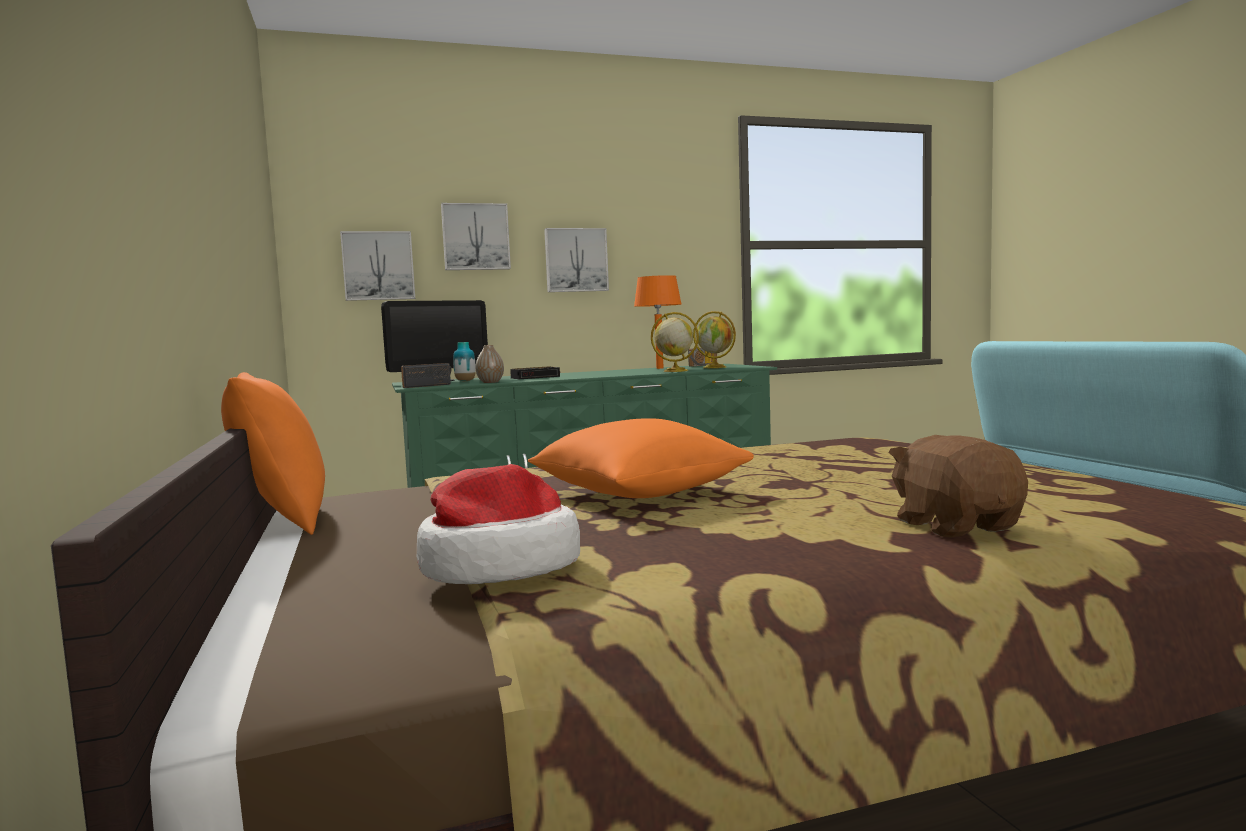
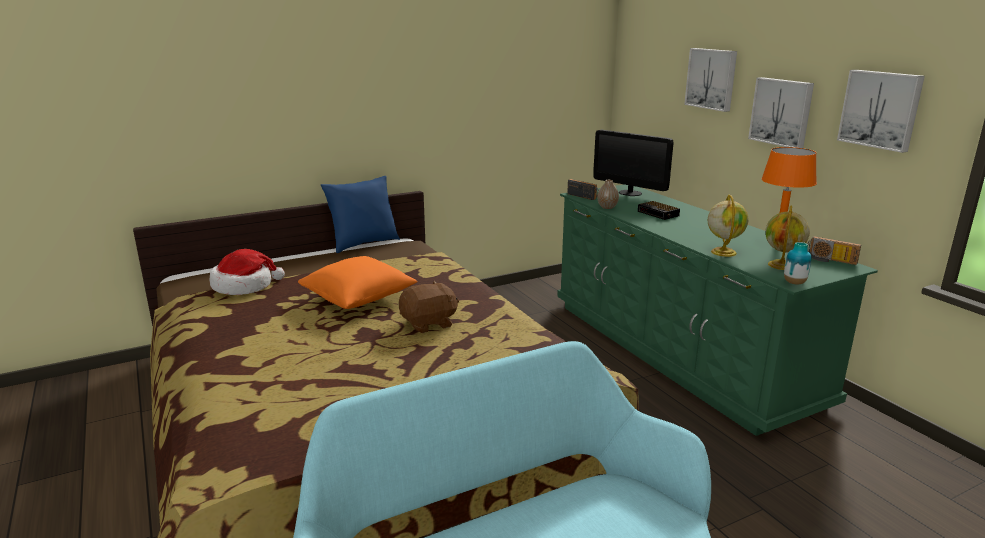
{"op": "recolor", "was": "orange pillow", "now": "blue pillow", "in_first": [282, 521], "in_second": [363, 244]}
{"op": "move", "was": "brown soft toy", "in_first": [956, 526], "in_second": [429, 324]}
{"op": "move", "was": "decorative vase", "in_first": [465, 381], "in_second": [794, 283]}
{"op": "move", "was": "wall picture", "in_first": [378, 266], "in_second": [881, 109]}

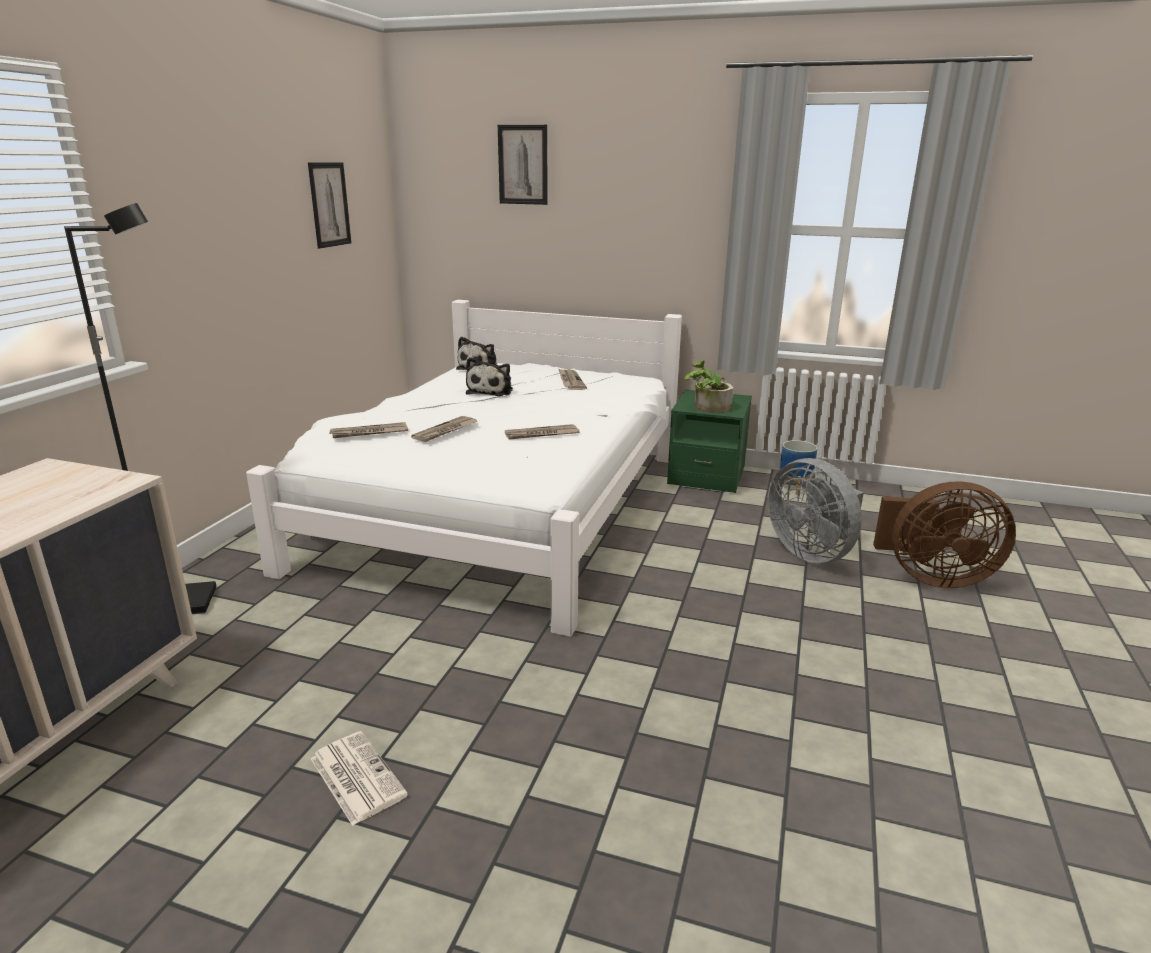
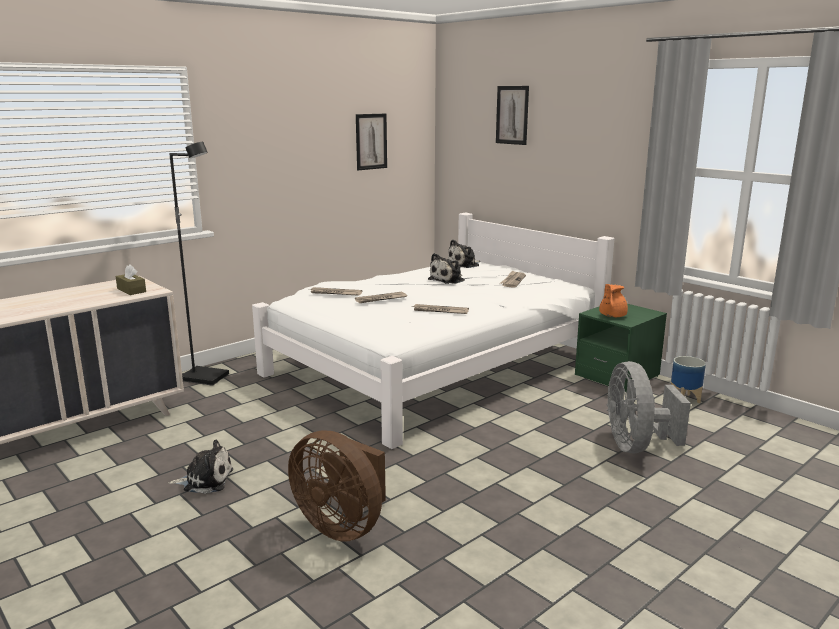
{"op": "insert", "now": "brown box of tissues", "in_second": [131, 290]}
{"op": "replace", "was": "newspaper", "now": "soft toy", "in_first": [356, 776], "in_second": [205, 480]}
{"op": "move", "was": "brown electric fan", "in_first": [932, 577], "in_second": [342, 526]}
{"op": "replace", "was": "plant in a pot", "now": "orange tea pot", "in_first": [707, 407], "in_second": [611, 315]}

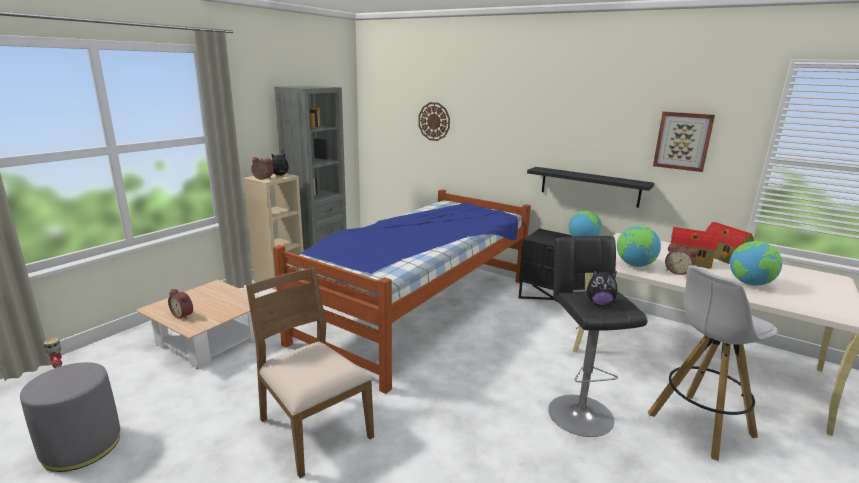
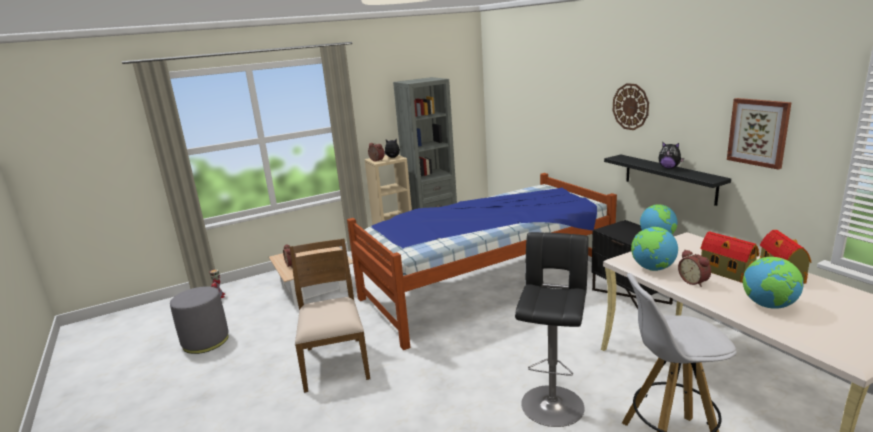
{"op": "move", "was": "hanging clock", "in_first": [434, 121], "in_second": [630, 106]}
{"op": "move", "was": "soft toy", "in_first": [599, 303], "in_second": [669, 168]}

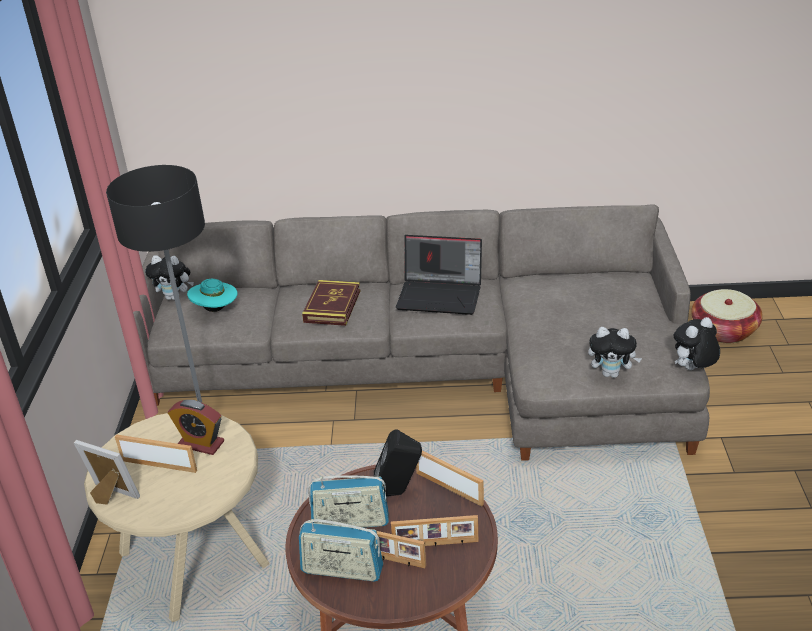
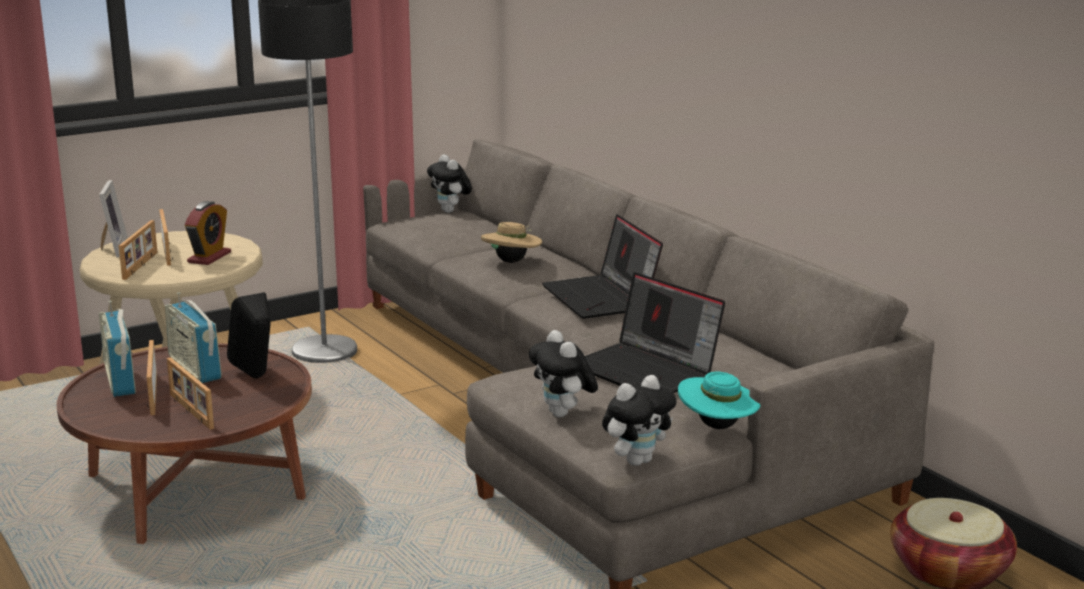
{"op": "move", "was": "standing frame", "in_first": [450, 487], "in_second": [141, 265]}
{"op": "rotate", "was": "bedside clock", "in_first": [201, 444], "in_second": [209, 257], "clockwise": -150}
{"op": "replace", "was": "volume", "now": "beige-coloured clothing hat", "in_first": [332, 306], "in_second": [511, 262]}
{"op": "insert", "now": "portable computer", "in_second": [647, 371]}
{"op": "rotate", "was": "soft toy", "in_first": [693, 370], "in_second": [637, 460], "clockwise": 120}
{"op": "move", "was": "turquoise clothing hat", "in_first": [215, 309], "in_second": [717, 427]}

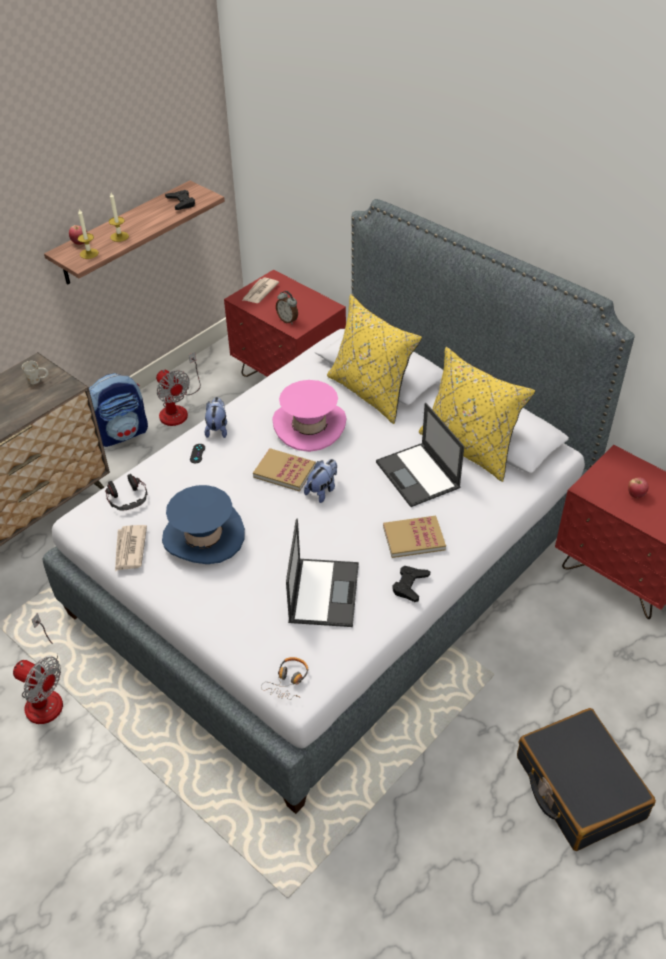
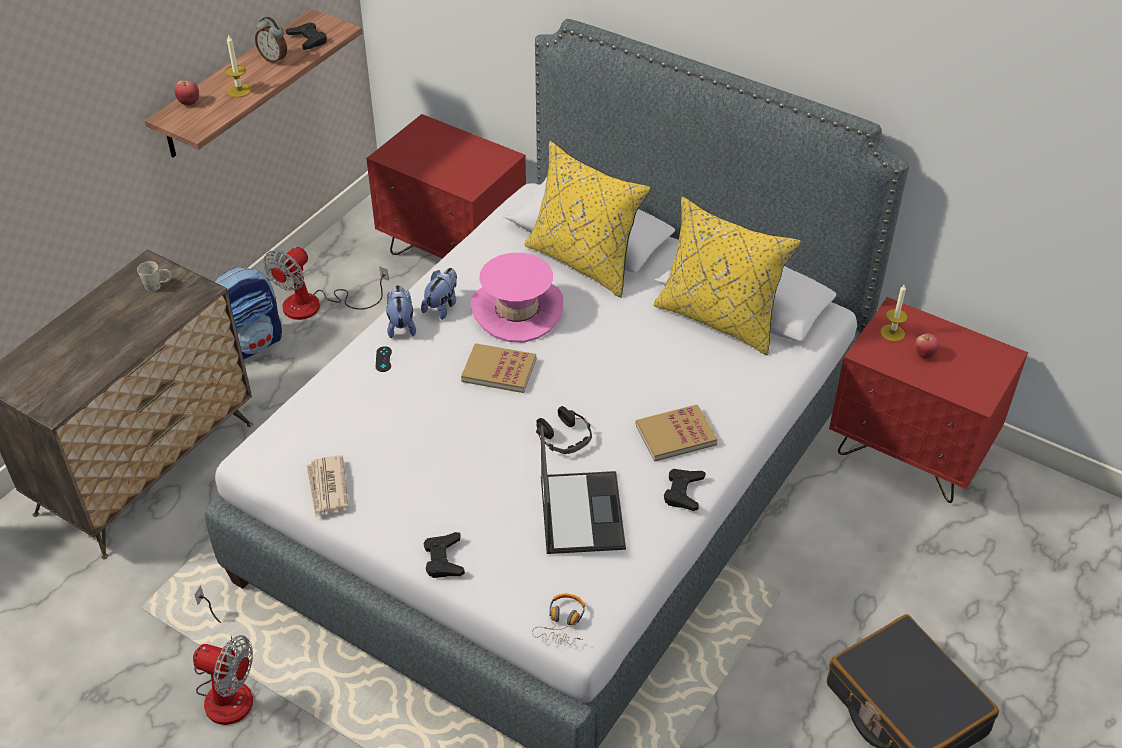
{"op": "move", "was": "bedside clock", "in_first": [288, 320], "in_second": [274, 59]}
{"op": "rotate", "was": "electric fan", "in_first": [177, 409], "in_second": [316, 305], "clockwise": 75}
{"op": "move", "was": "soft toy", "in_first": [322, 490], "in_second": [442, 306]}
{"op": "insert", "now": "blackish joypad", "in_second": [444, 559]}
{"op": "move", "was": "headphones", "in_first": [128, 497], "in_second": [564, 437]}
{"op": "move", "was": "candle", "in_first": [89, 253], "in_second": [892, 333]}
{"op": "delete", "was": "blue clothing hat", "in_first": [203, 536]}
{"op": "delete", "was": "newspaper", "in_first": [259, 292]}
{"op": "delete", "was": "portable computer", "in_first": [418, 475]}

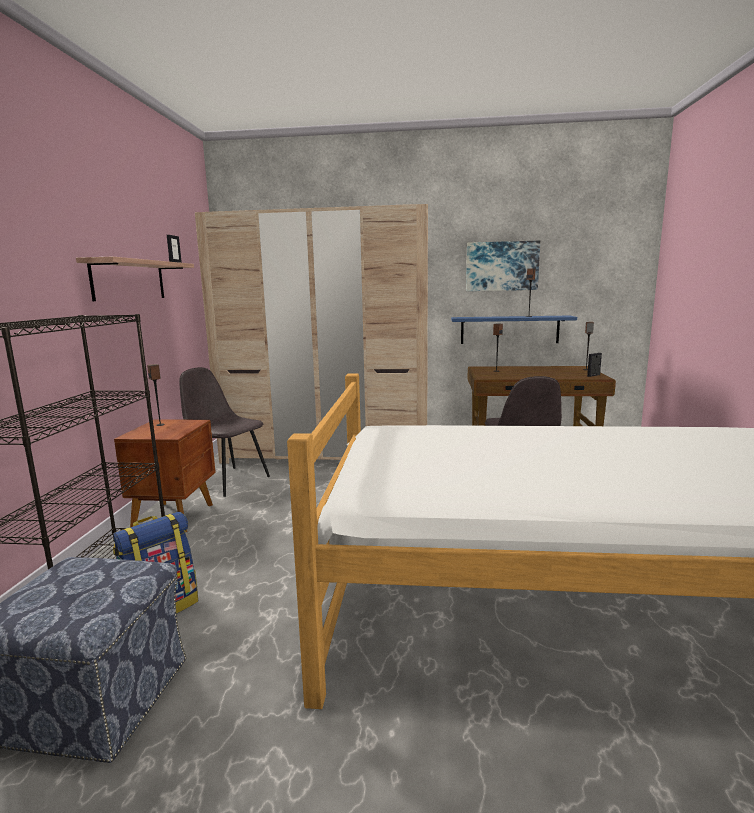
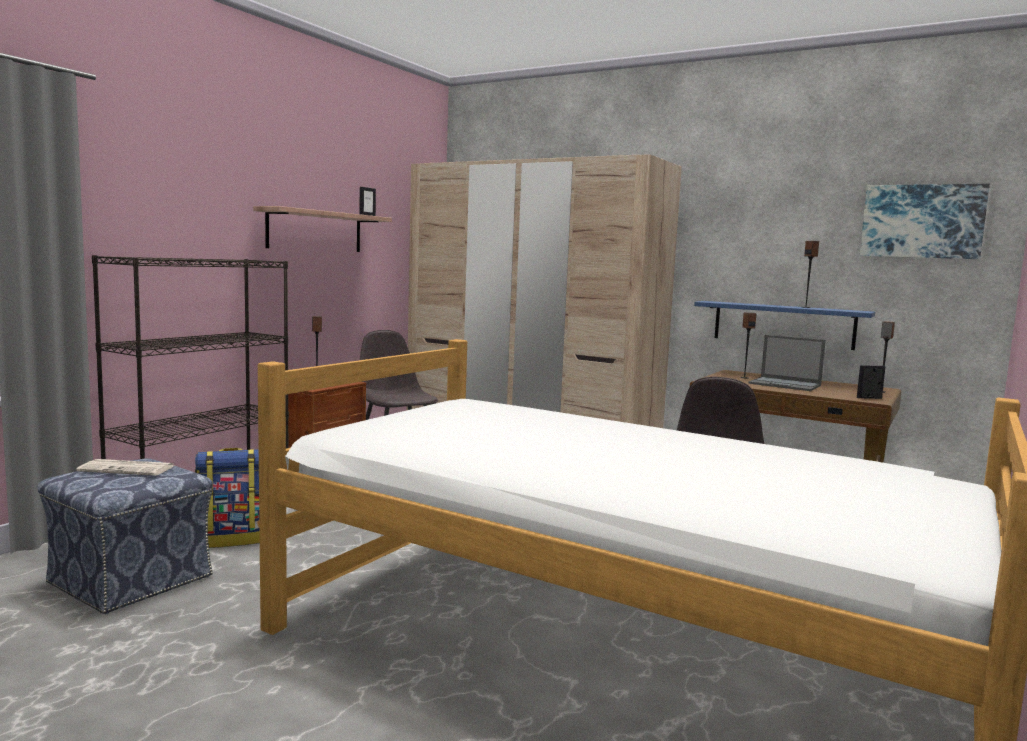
{"op": "insert", "now": "newspaper", "in_second": [128, 469]}
{"op": "insert", "now": "portable computer", "in_second": [785, 384]}
{"op": "move", "was": "wall picture", "in_first": [502, 266], "in_second": [922, 221]}

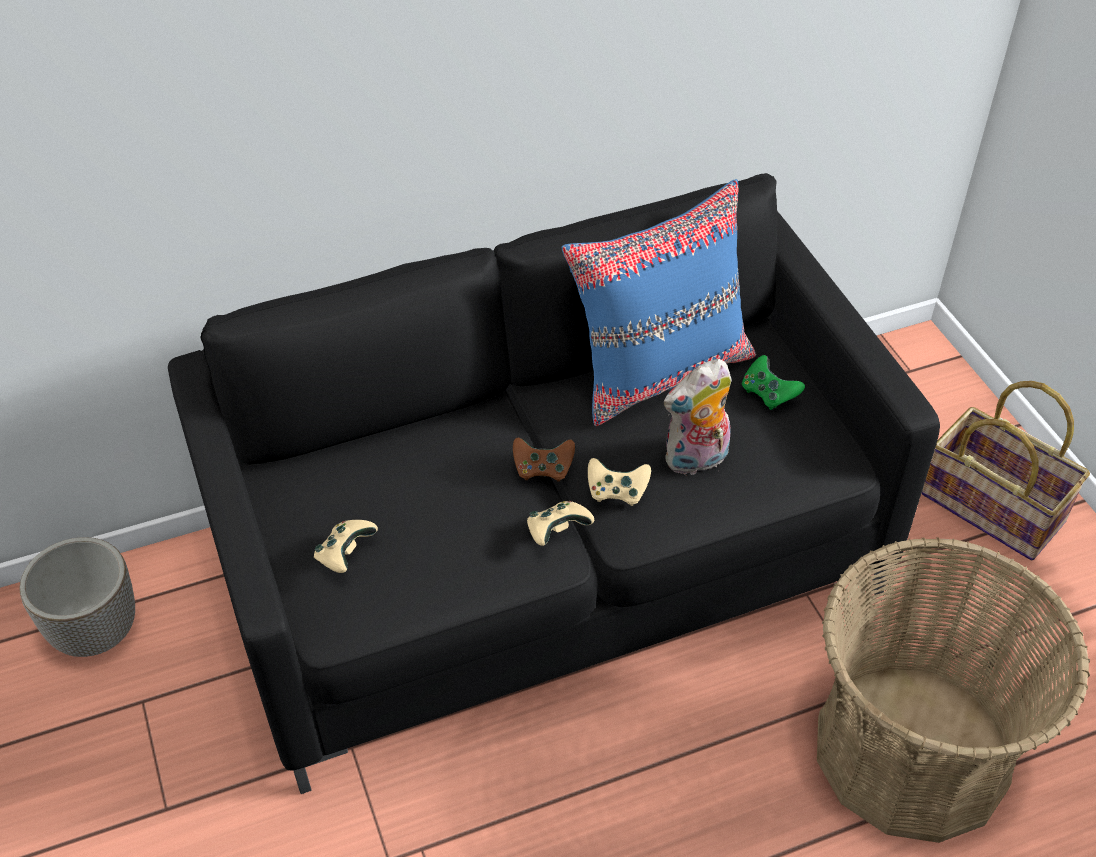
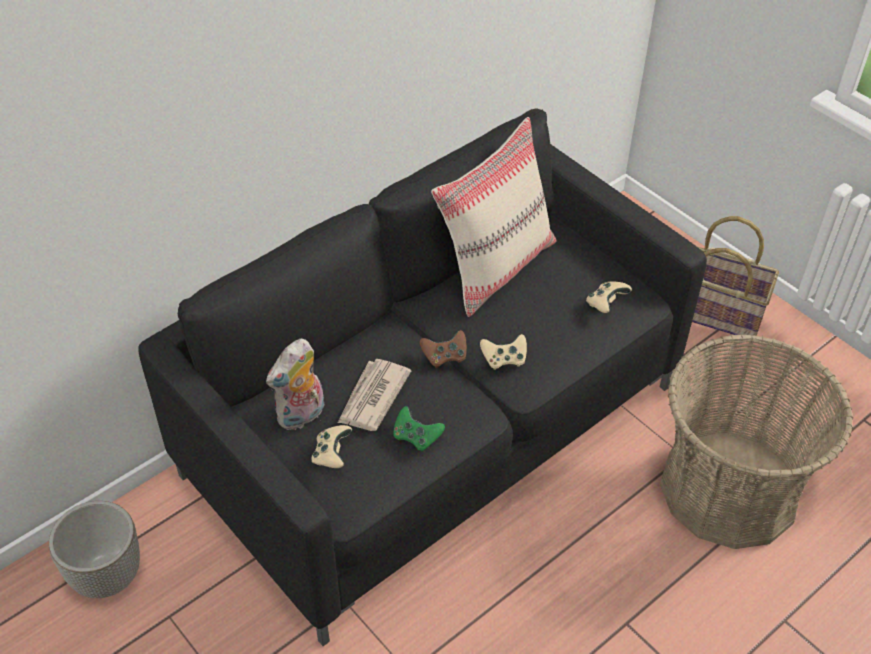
{"op": "move", "was": "soft toy", "in_first": [696, 461], "in_second": [301, 416]}
{"op": "insert", "now": "newspaper", "in_second": [372, 397]}
{"op": "move", "was": "greenish joypad", "in_first": [768, 394], "in_second": [416, 437]}
{"op": "recolor", "was": "blue pillow", "now": "beige-coloured pillow", "in_first": [660, 371], "in_second": [495, 267]}
{"op": "move", "was": "beige-coloured joypad", "in_first": [557, 531], "in_second": [605, 304]}

